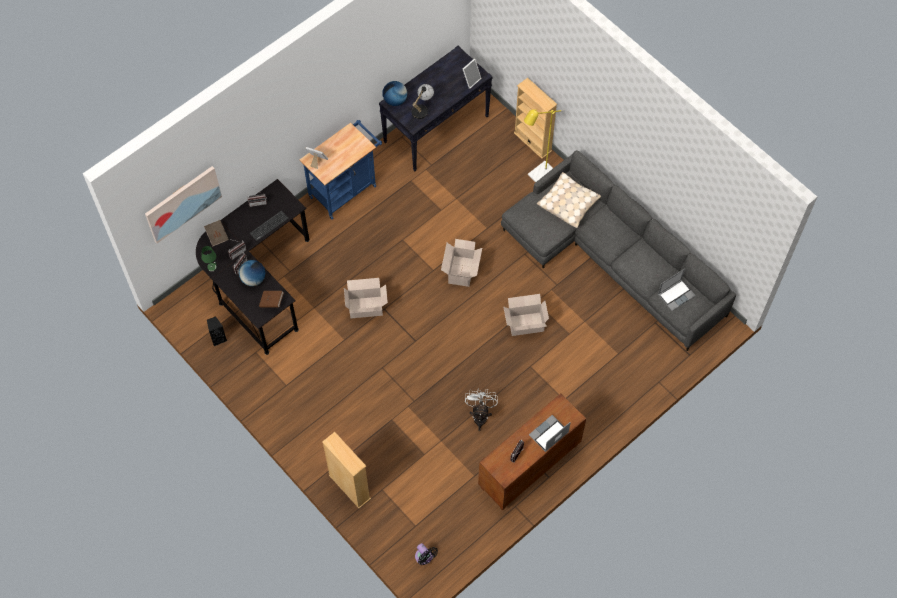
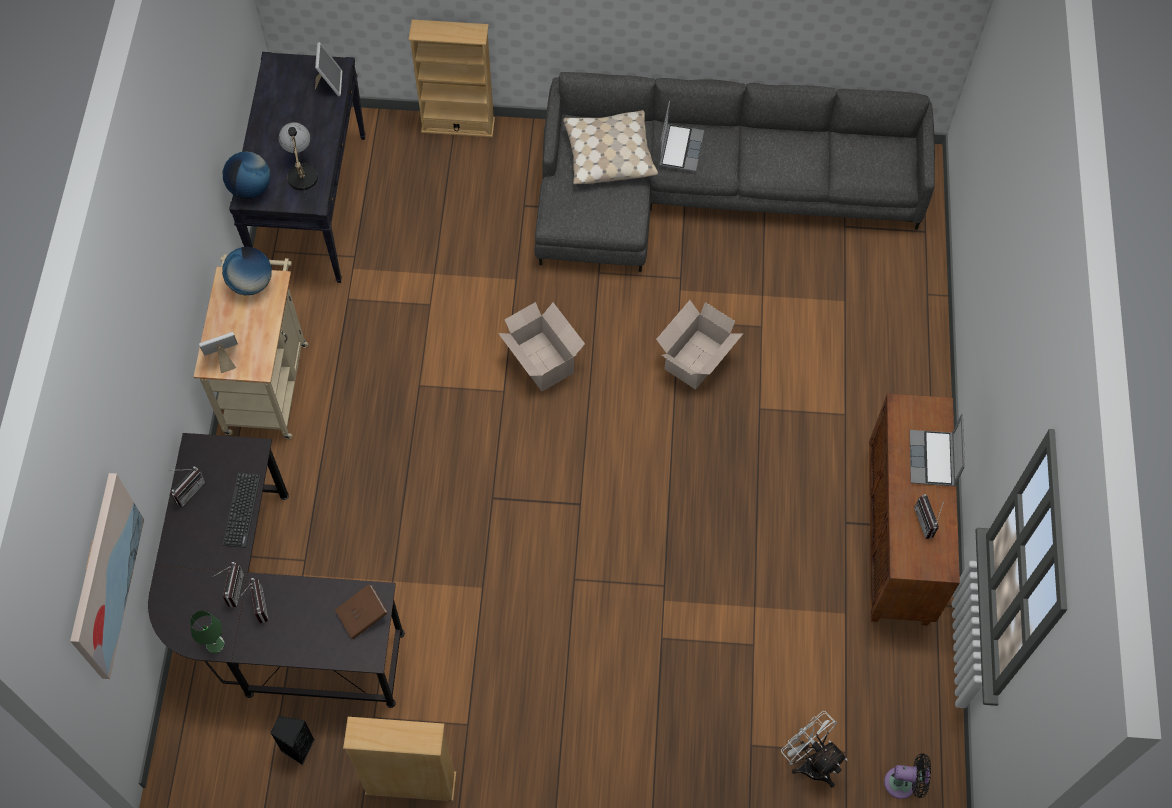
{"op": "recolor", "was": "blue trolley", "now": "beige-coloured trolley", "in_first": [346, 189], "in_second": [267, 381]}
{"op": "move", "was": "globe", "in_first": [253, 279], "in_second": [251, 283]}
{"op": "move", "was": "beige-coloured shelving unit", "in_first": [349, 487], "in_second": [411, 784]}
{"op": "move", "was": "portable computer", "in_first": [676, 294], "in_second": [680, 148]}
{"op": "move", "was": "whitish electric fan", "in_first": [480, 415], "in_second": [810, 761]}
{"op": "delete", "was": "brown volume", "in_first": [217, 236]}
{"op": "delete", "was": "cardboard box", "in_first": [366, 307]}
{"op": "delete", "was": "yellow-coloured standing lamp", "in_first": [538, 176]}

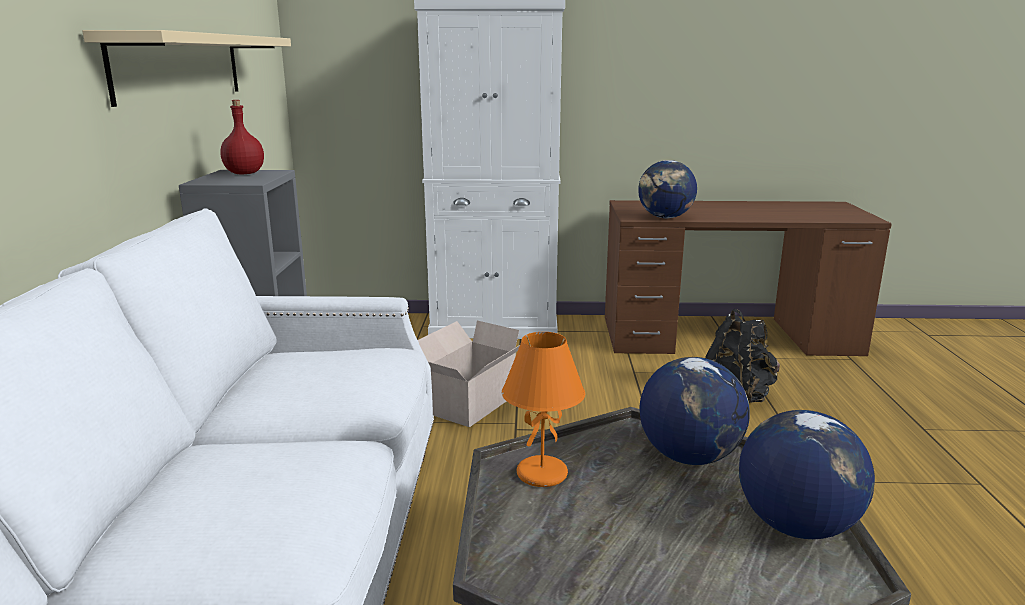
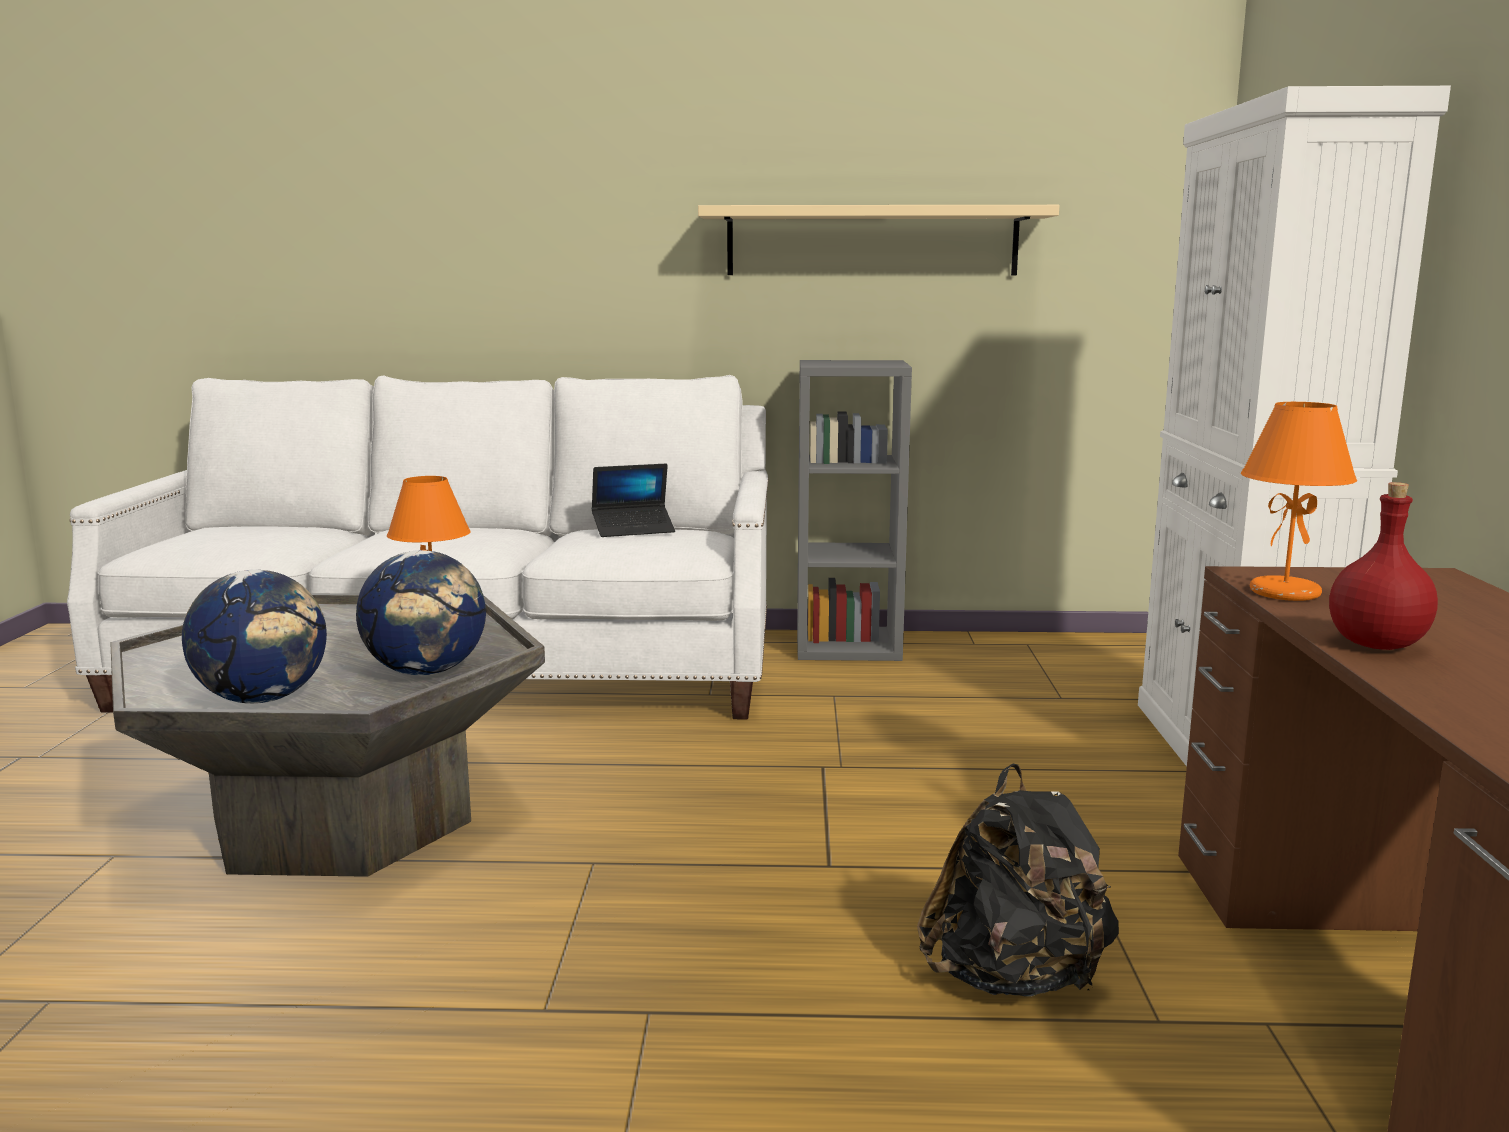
{"op": "insert", "now": "portable computer", "in_second": [633, 530]}
{"op": "replace", "was": "globe", "now": "orange lamp for a table", "in_first": [665, 217], "in_second": [1284, 593]}
{"op": "move", "was": "red-coloured bottle", "in_first": [244, 173], "in_second": [1378, 645]}
{"op": "delete", "was": "cardboard box", "in_first": [468, 404]}

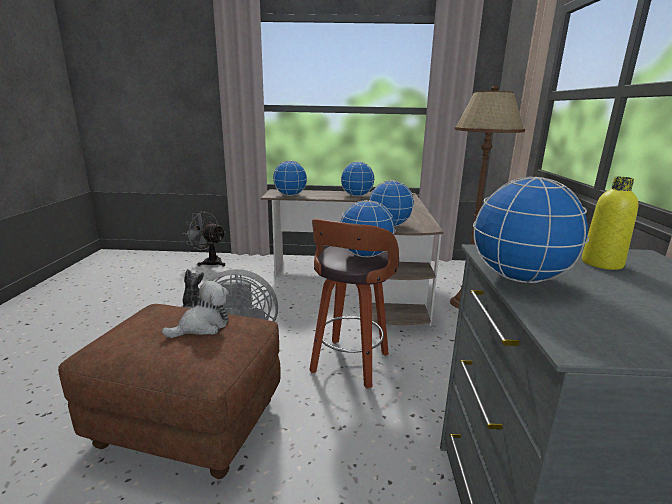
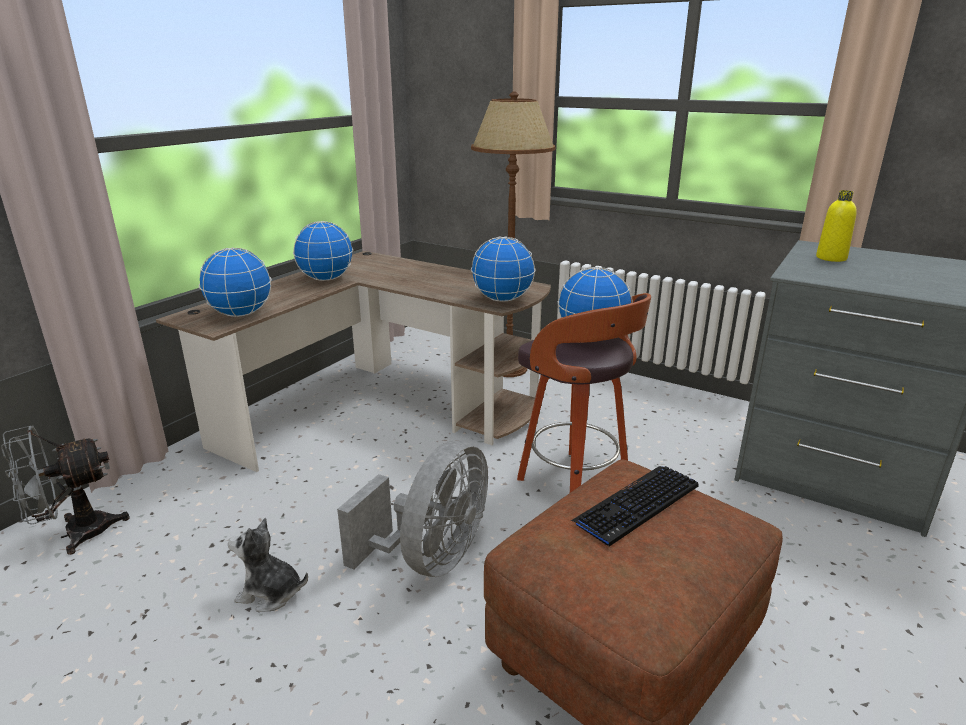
{"op": "replace", "was": "soft toy", "now": "keyboard", "in_first": [202, 326], "in_second": [636, 505]}
{"op": "delete", "was": "globe", "in_first": [519, 278]}

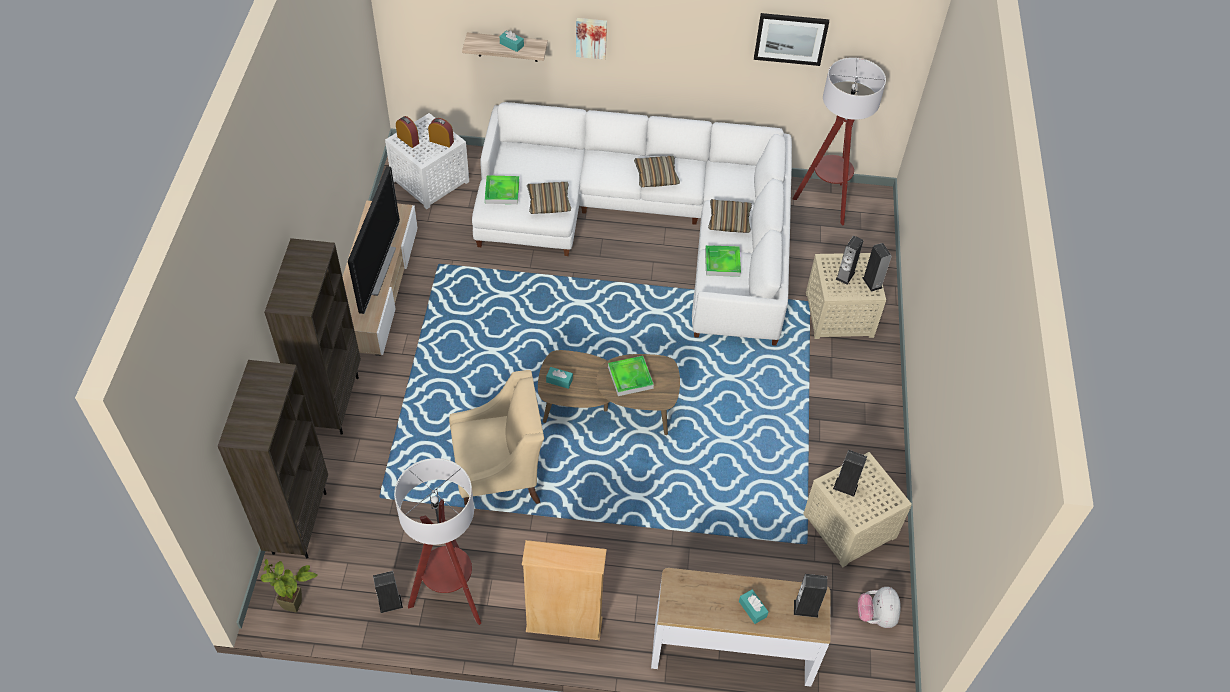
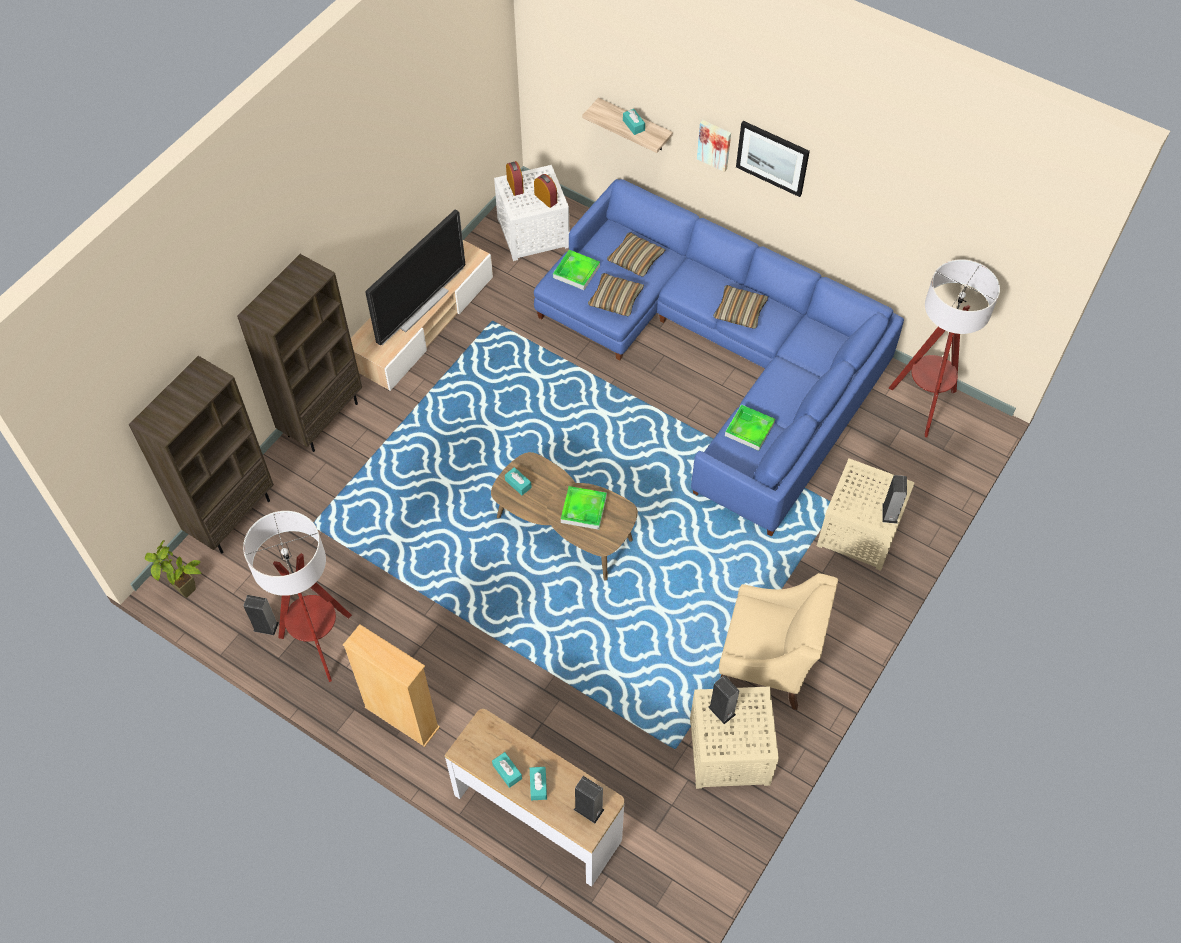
{"op": "insert", "now": "turquoise box of tissues", "in_second": [507, 772]}
{"op": "recolor", "was": "whitish sofa", "now": "blue sofa", "in_first": [648, 222], "in_second": [720, 356]}
{"op": "move", "was": "pillow", "in_first": [729, 221], "in_second": [635, 259]}
{"op": "move", "was": "beige-coloured armchair", "in_first": [499, 475], "in_second": [768, 662]}
{"op": "move", "was": "wall picture", "in_first": [790, 38], "in_second": [772, 158]}
{"op": "delete", "was": "speaker", "in_first": [845, 275]}
{"op": "delete", "was": "soft toy", "in_first": [876, 616]}

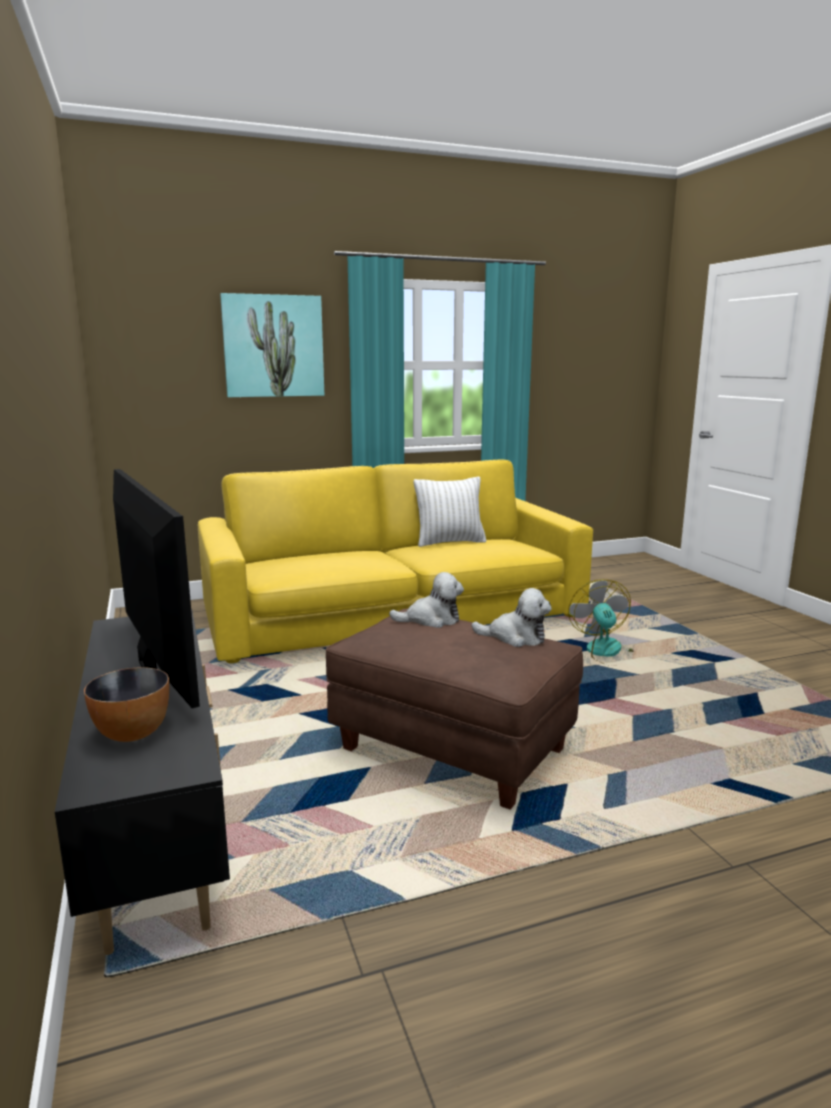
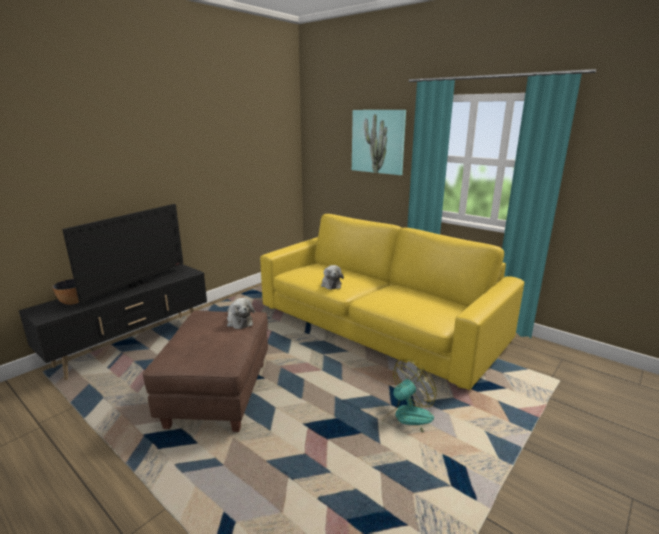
{"op": "move", "was": "soft toy", "in_first": [515, 637], "in_second": [330, 284]}
{"op": "delete", "was": "whitish pillow", "in_first": [450, 542]}

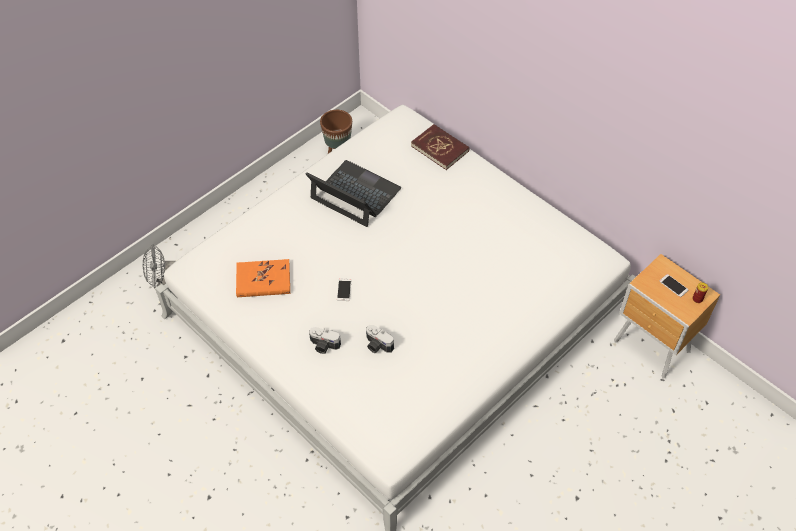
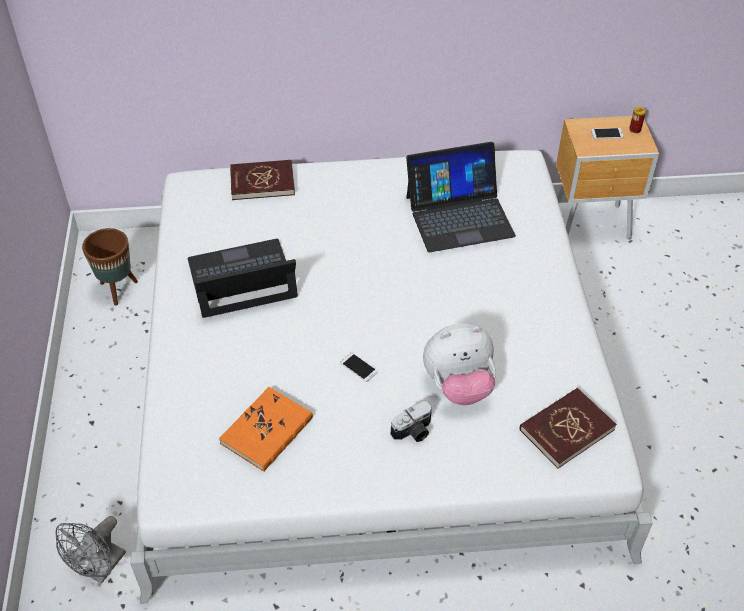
{"op": "insert", "now": "portable computer", "in_second": [459, 215]}
{"op": "replace", "was": "still camera", "now": "soft toy", "in_first": [377, 346], "in_second": [458, 386]}
{"op": "insert", "now": "red-coloured volume", "in_second": [566, 429]}

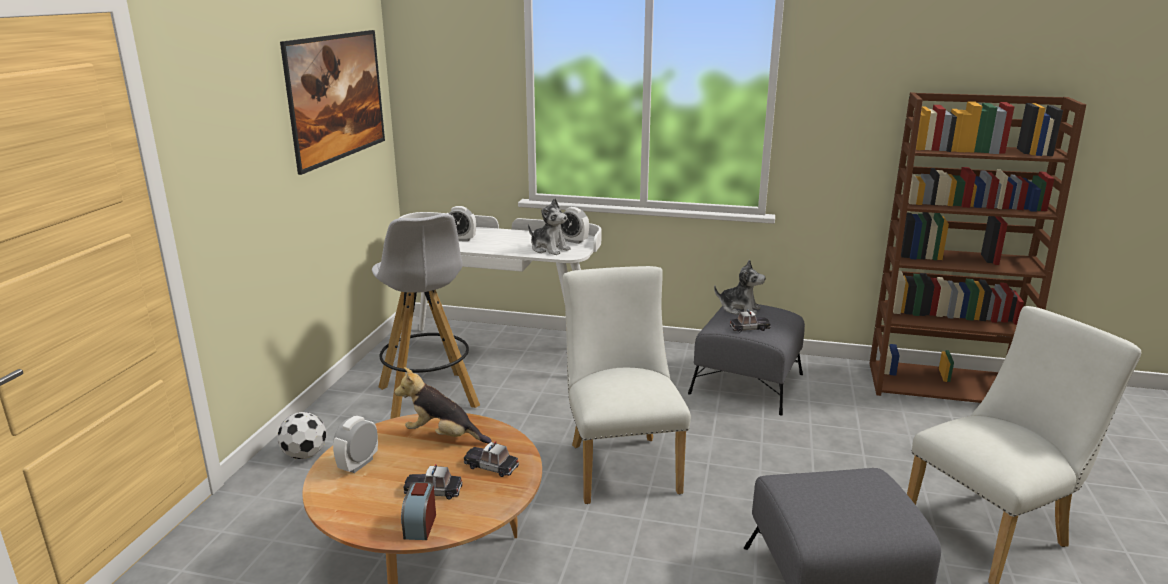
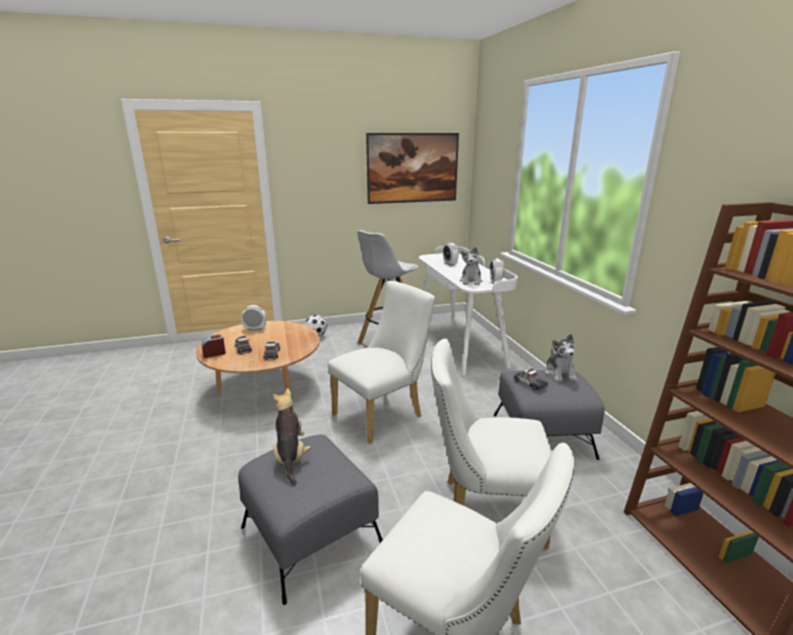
{"op": "move", "was": "soft toy", "in_first": [443, 436], "in_second": [290, 457]}
{"op": "insert", "now": "whitish upright chair", "in_second": [484, 510]}

